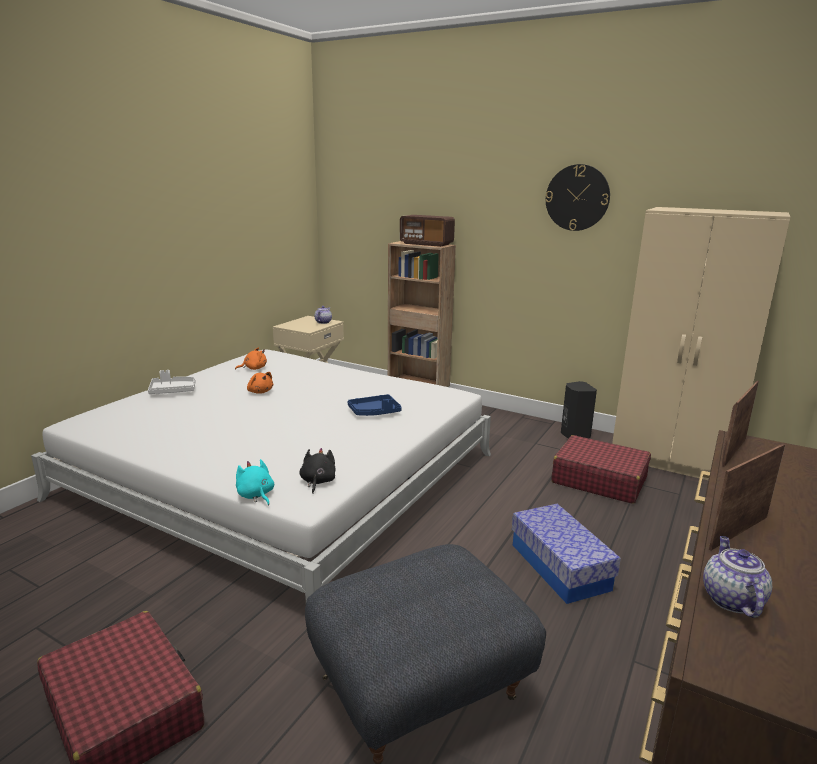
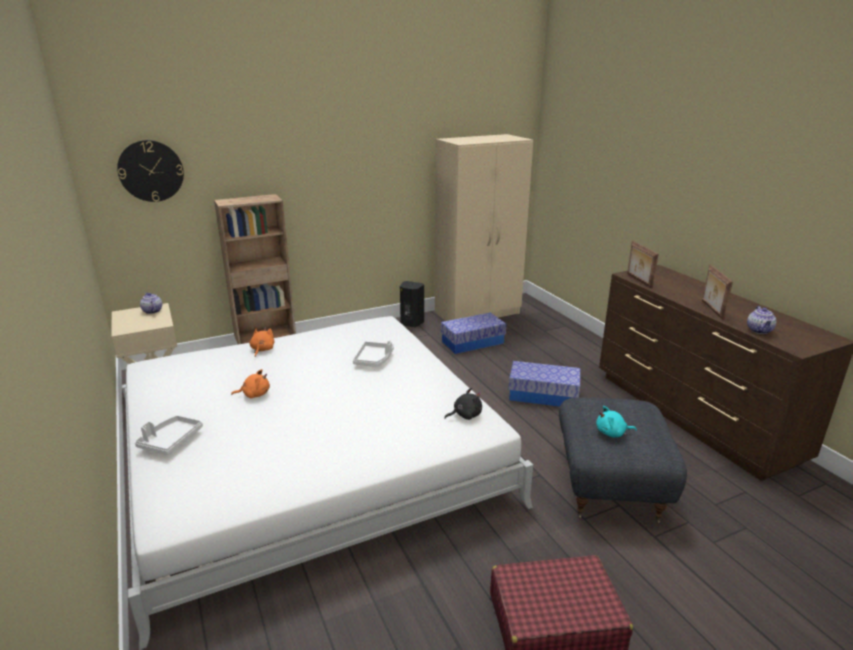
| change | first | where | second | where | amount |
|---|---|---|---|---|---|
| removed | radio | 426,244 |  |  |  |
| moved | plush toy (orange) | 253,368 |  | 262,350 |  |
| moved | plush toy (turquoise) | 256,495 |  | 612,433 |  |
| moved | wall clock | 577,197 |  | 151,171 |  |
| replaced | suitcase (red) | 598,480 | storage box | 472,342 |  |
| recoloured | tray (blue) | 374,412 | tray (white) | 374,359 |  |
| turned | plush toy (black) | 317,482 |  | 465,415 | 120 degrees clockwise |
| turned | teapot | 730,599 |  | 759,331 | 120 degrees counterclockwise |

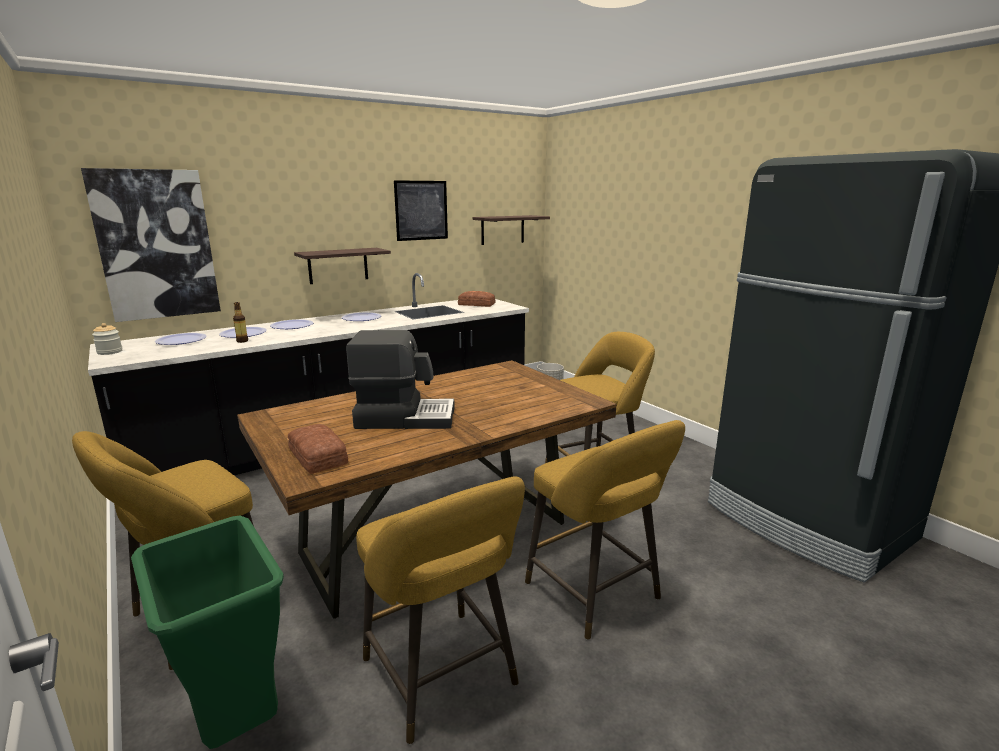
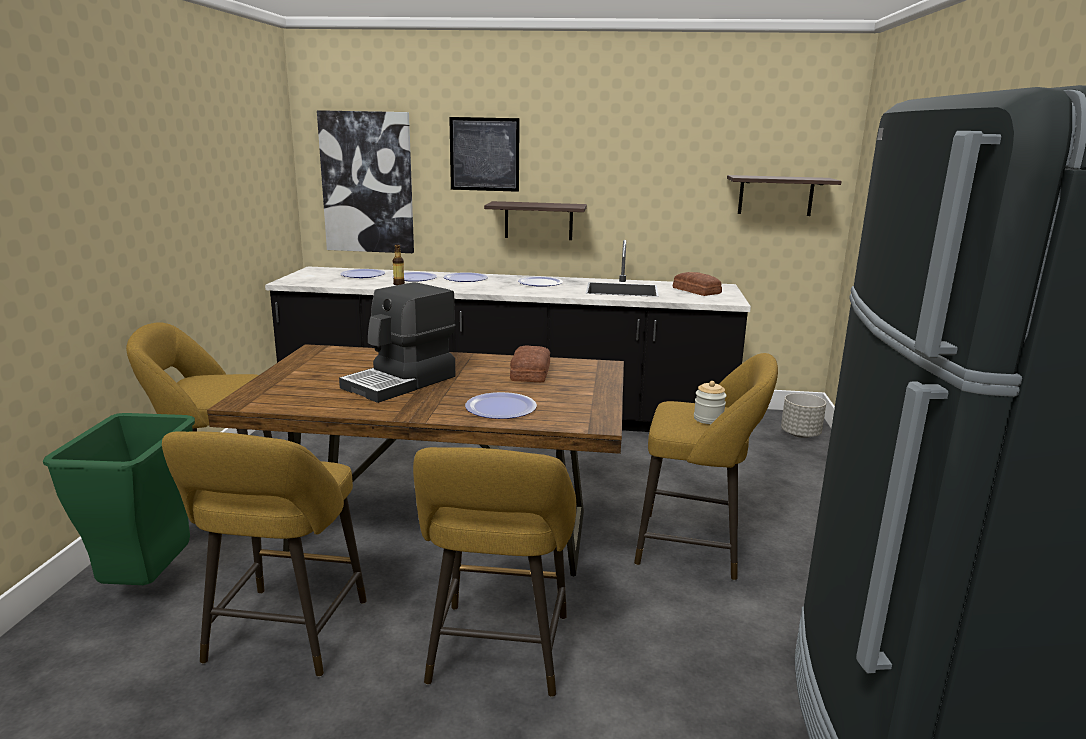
| change | first | where | second | where | amount |
|---|---|---|---|---|---|
| added |  |  | plate | 500,408 |  |
| moved | jar | 110,352 |  | 708,419 |  |
| moved | bread | 316,457 |  | 529,372 |  |
| moved | picture | 421,210 |  | 484,154 |  |
| turned | coffee machine | 405,417 |  | 401,382 | 90 degrees clockwise |

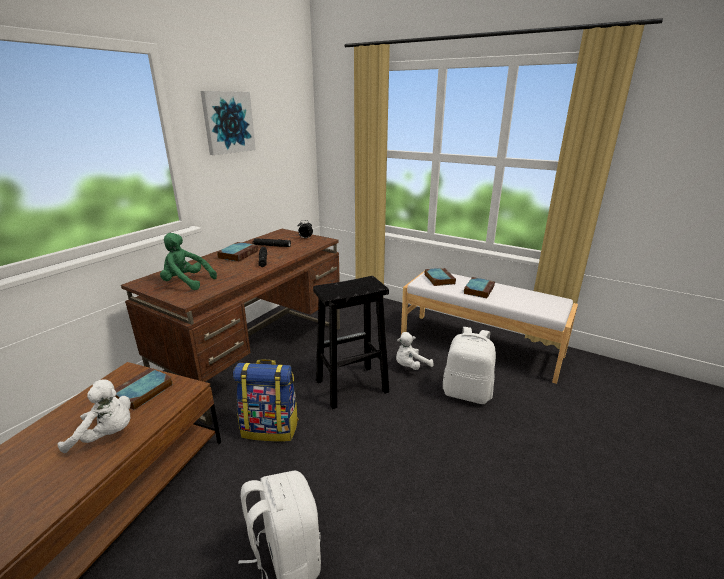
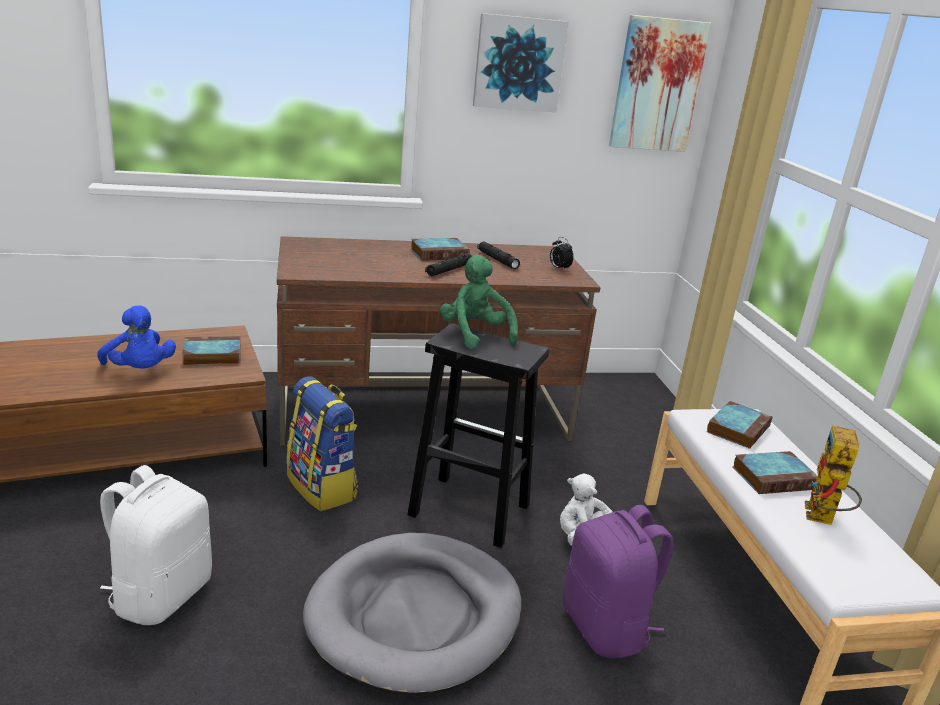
| change | first | where | second | where | amount |
|---|---|---|---|---|---|
| added |  |  | dog bed (grey) | 415,616 |  |
| added |  |  | picture | 657,85 |  |
| added |  |  | toy robot | 823,519 |  |
| moved | plush toy (green) | 186,283 |  | 475,334 |  |
| recoloured | plush toy (white) | 107,435 | plush toy (blue) | 139,370 |  |
| recoloured | backpack (white) | 467,393 | backpack (purple) | 606,628 |  |

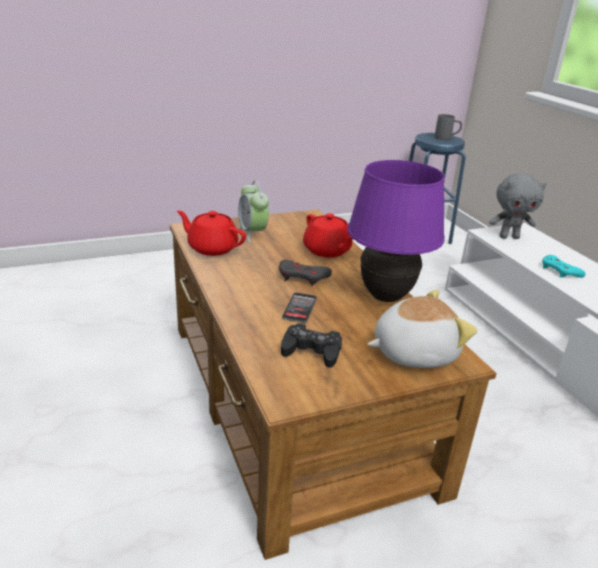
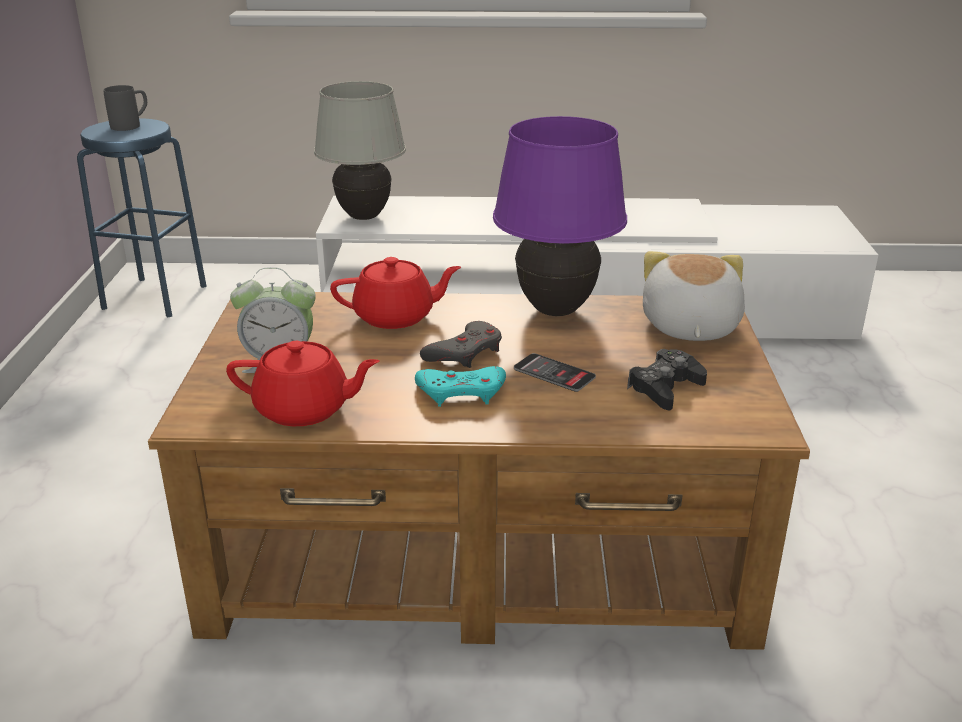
| change | first | where | second | where | amount |
|---|---|---|---|---|---|
| moved | game controller (turquoise) | 560,271 |  | 461,392 |  |
| replaced | plush toy (grey) | 509,237 | table lamp (white) | 363,217 |  |
| turned | teapot (red) | 212,248 |  | 304,410 | 135 degrees counterclockwise |

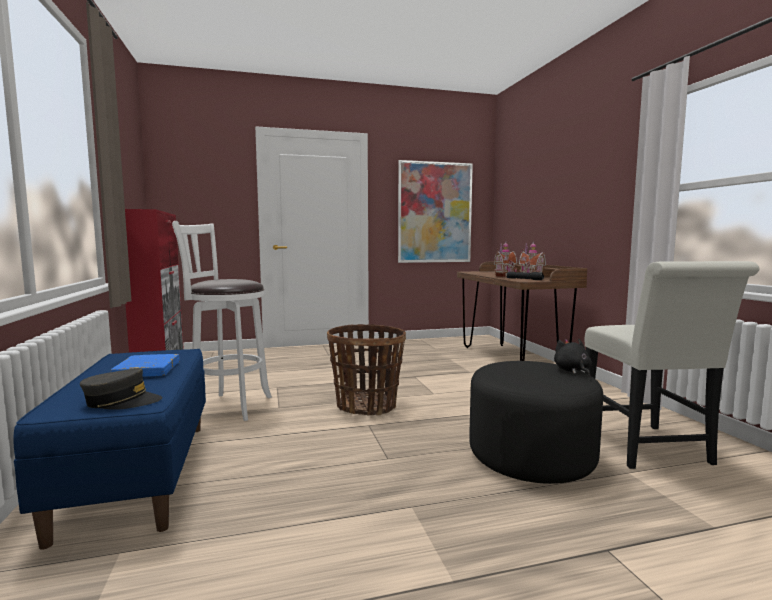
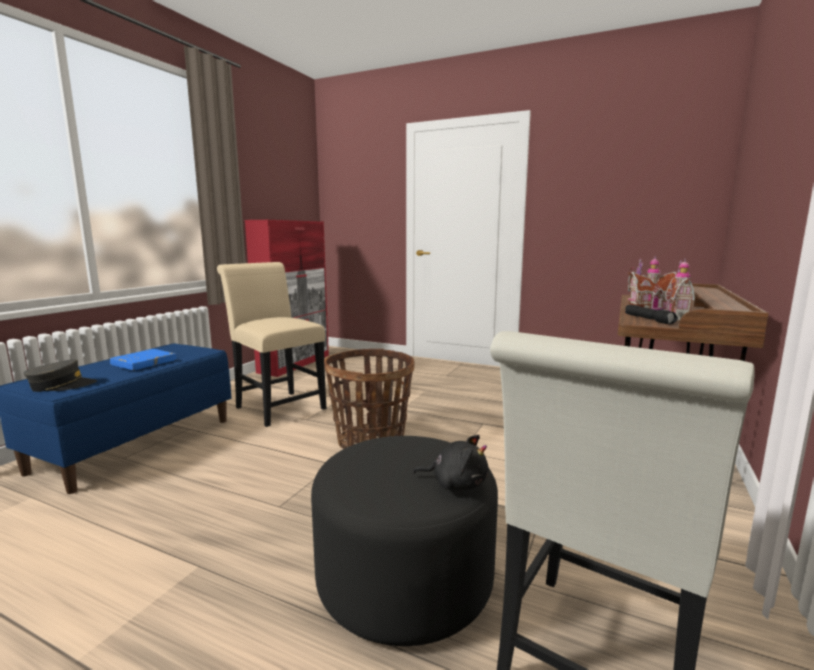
| change | first | where | second | where | amount |
|---|---|---|---|---|---|
| removed | picture | 435,212 |  |  |  |
| replaced | stool (white) | 227,406 | chair (beige) | 277,406 |  |
| turned | cap (grey) | 122,401 |  | 62,386 | 60 degrees counterclockwise |
| turned | plush toy (black) | 572,371 |  | 456,483 | 75 degrees clockwise |

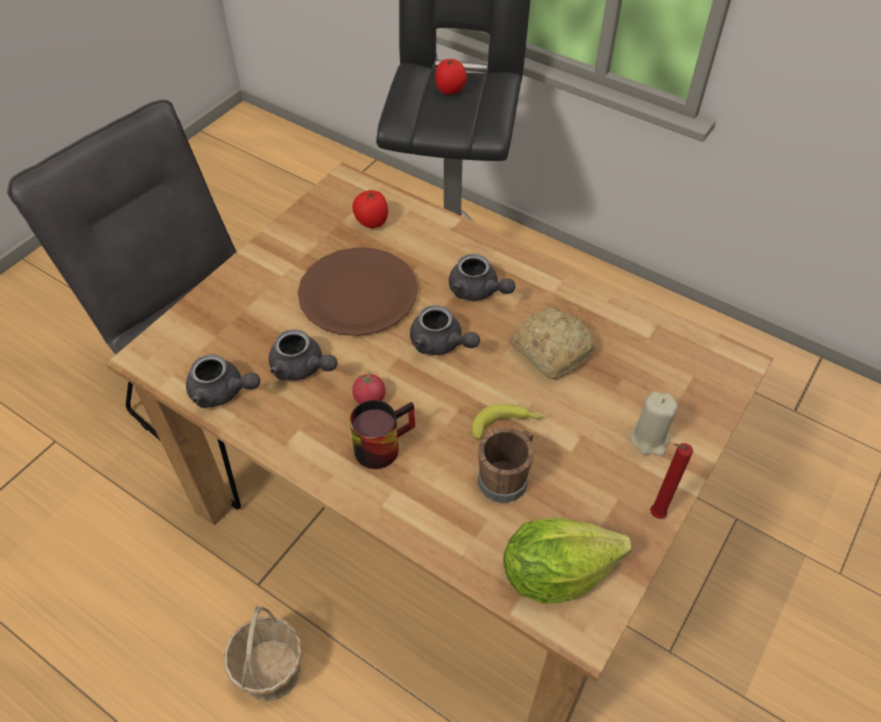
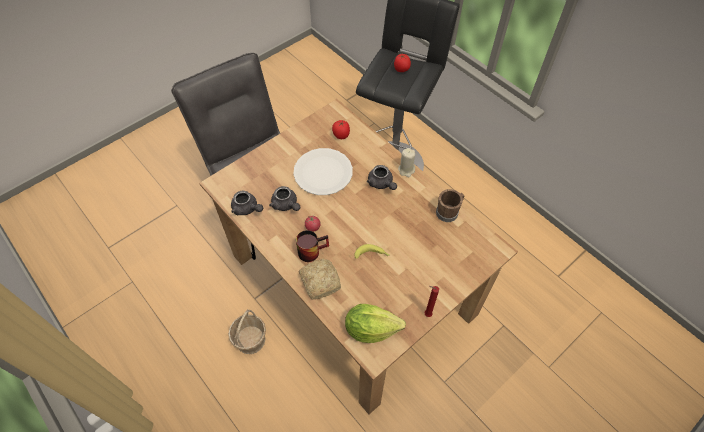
| change | first | where | second | where | amount |
|---|---|---|---|---|---|
| removed | teapot (grey) | 441,344 |  |  |  |
| moved | mug (brown) | 506,477 |  | 449,212 |  |
| moved | bread | 550,349 |  | 320,281 |  |
| moved | candle (beige) | 649,439 |  | 406,170 |  |
| recoloured | plate (brown) | 357,293 | plate (white) | 323,172 |  |

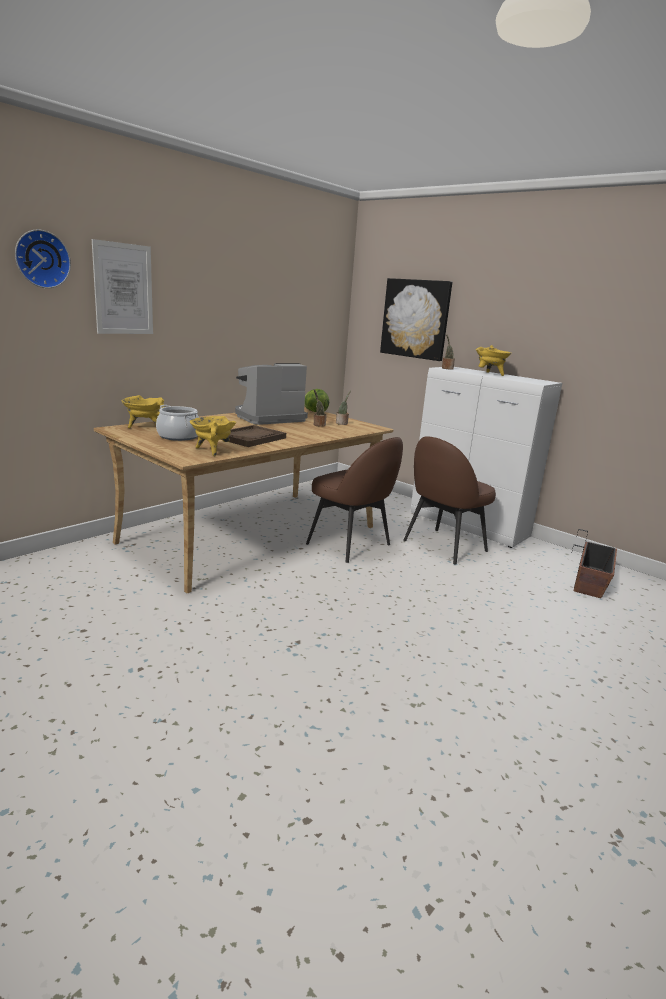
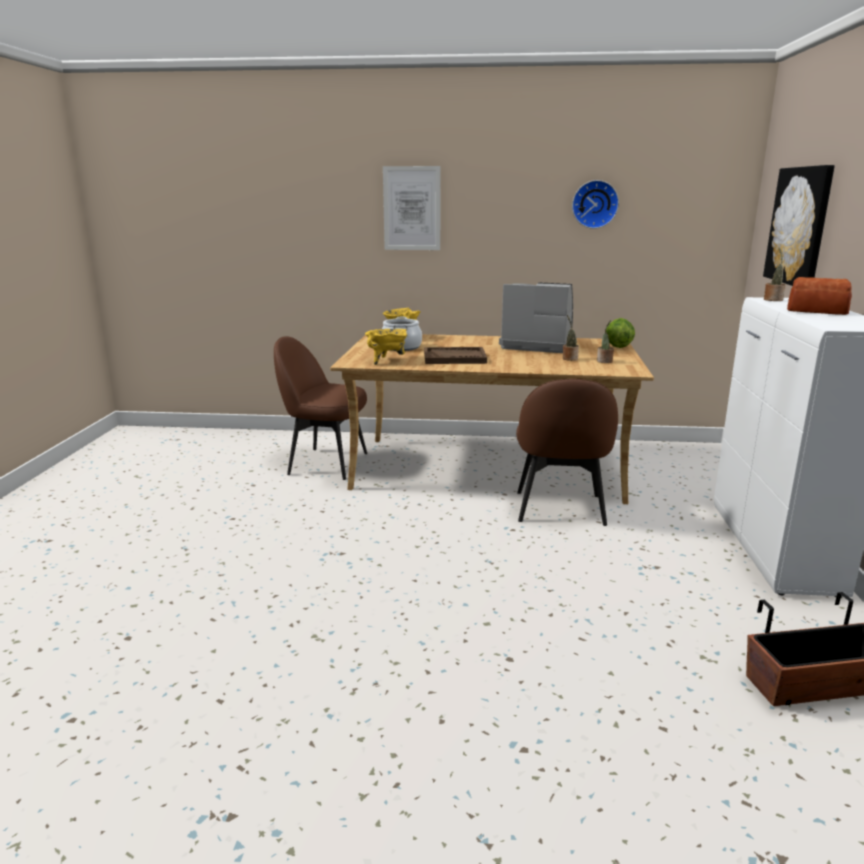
| change | first | where | second | where | amount |
|---|---|---|---|---|---|
| moved | wall clock | 41,259 |  | 594,204 |  |
| moved | chair (brown) | 443,546 |  | 326,463 |  |
| replaced | cooking pot (yellow) | 490,374 | bread | 815,310 |  |

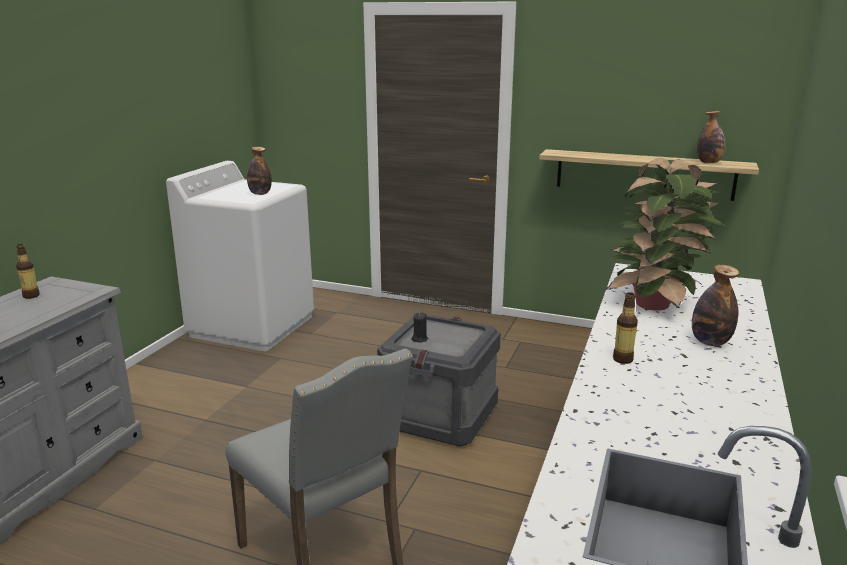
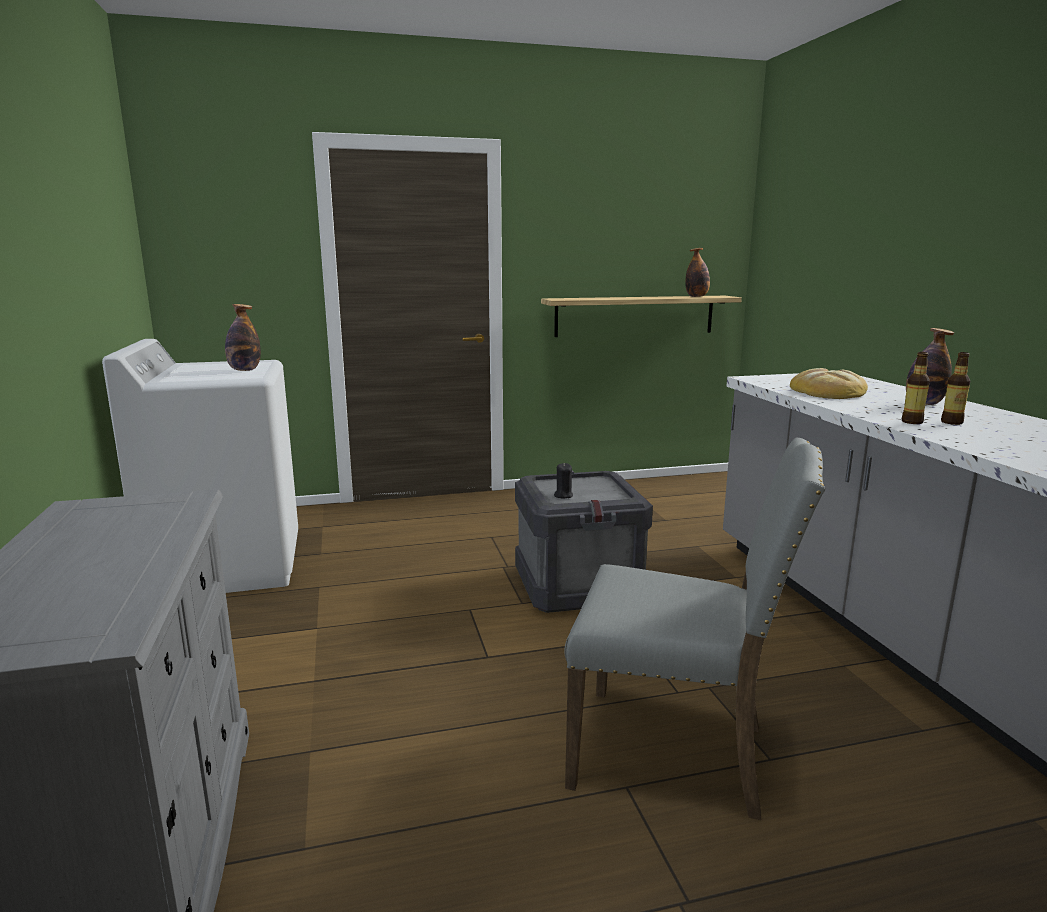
| change | first | where | second | where | amount |
|---|---|---|---|---|---|
| moved | bottle | 31,296 |  | 951,422 |  |
| replaced | potted plant | 656,304 | bread | 828,392 |  |

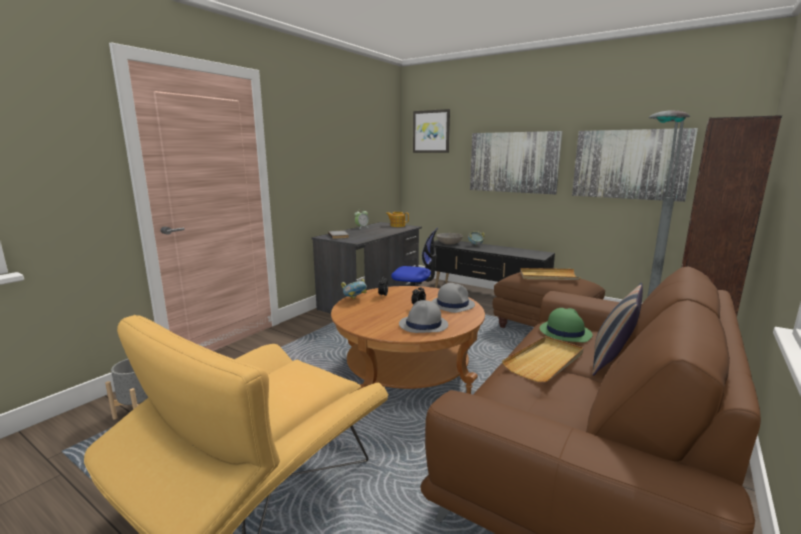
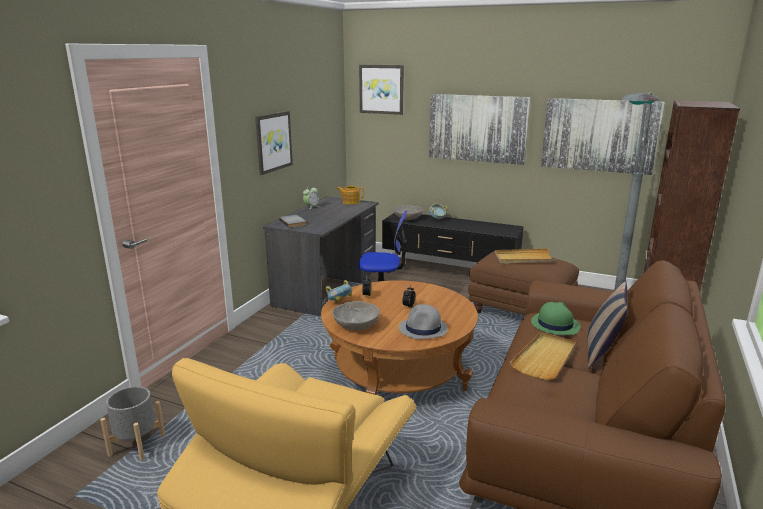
| change | first | where | second | where | amount |
|---|---|---|---|---|---|
| removed | hat (grey) | 452,304 |  |  |  |
| added |  |  | picture | 273,142 |  |
| added |  |  | bowl (grey) | 356,325 |  |

